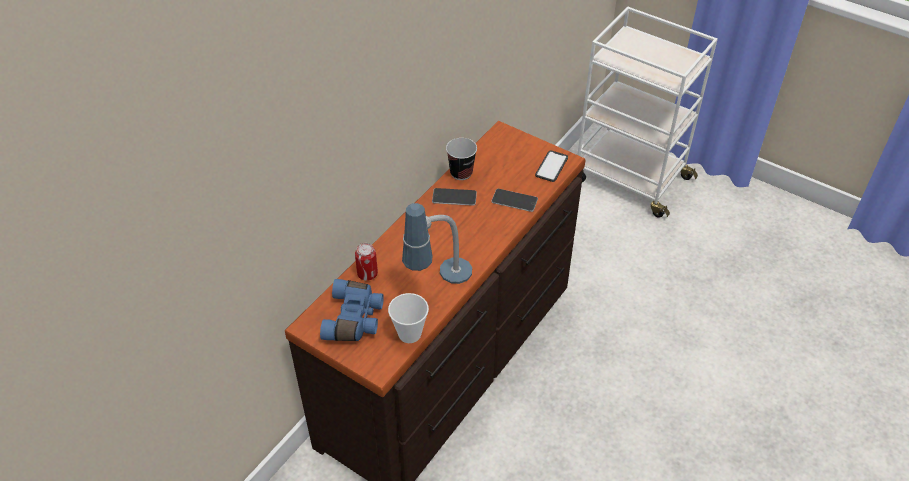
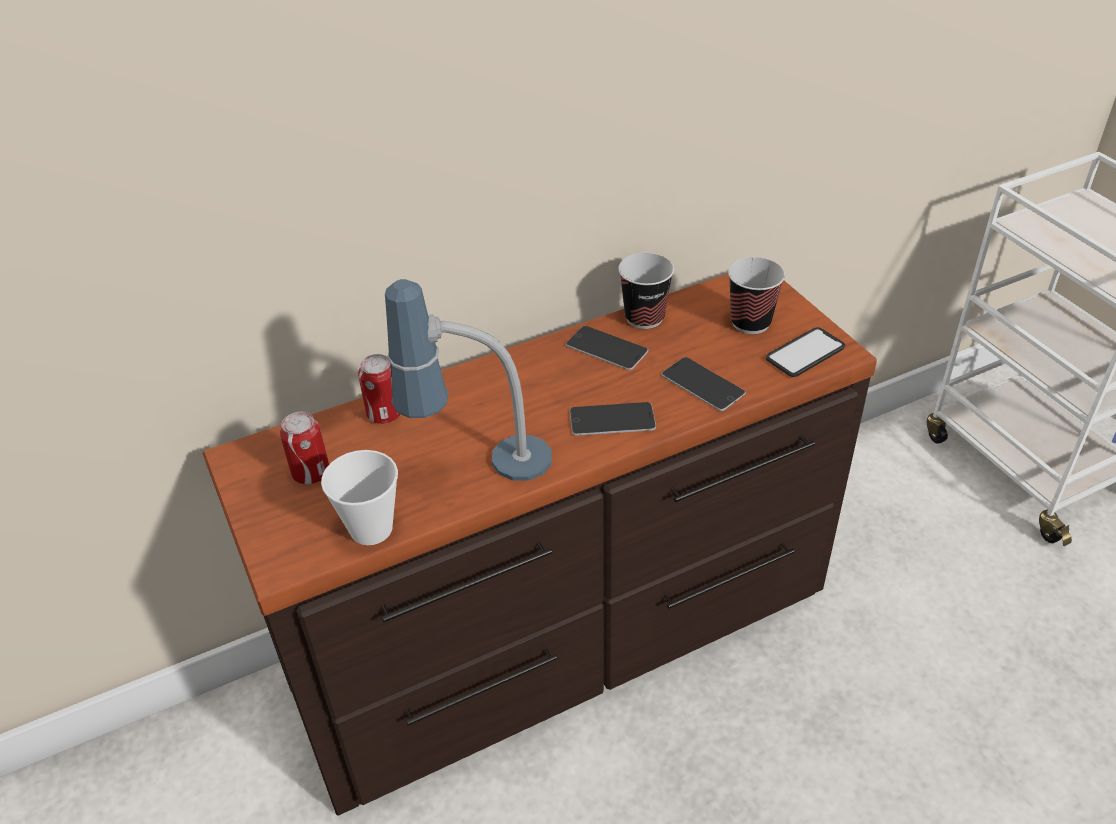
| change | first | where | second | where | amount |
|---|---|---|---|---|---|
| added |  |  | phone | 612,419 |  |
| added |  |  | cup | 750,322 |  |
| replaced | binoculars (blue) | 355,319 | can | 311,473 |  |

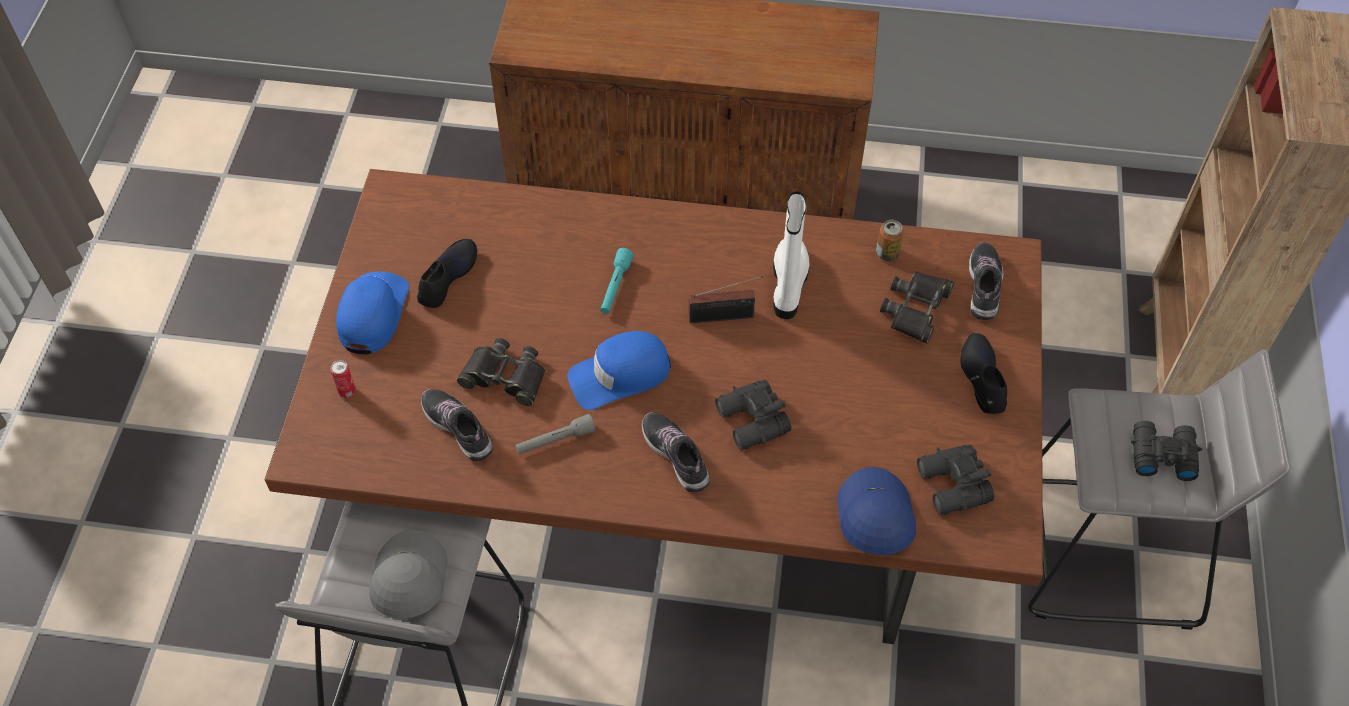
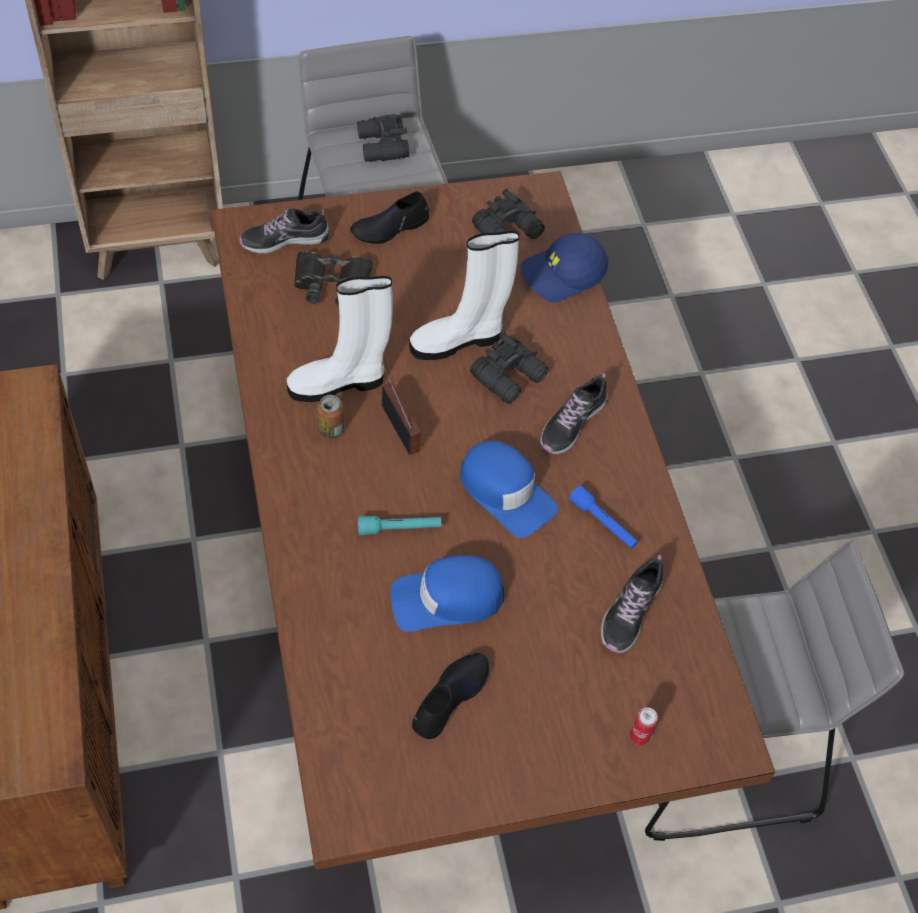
| change | first | where | second | where | amount |
|---|---|---|---|---|---|
| removed | cap (grey) | 408,579 |  |  |  |
| removed | binoculars (black) | 505,377 |  |  |  |
| added |  |  | boot (white) | 458,341 |  |
| moved | cap (blue) | 372,313 |  | 447,599 |  |
| moved | can | 887,253 |  | 331,429 |  |
| recoloured | flashlight (grey) | 555,440 | flashlight (blue) | 603,523 |  |
| turned | shoe (black) | 447,277 |  | 449,697 | 120 degrees clockwise |

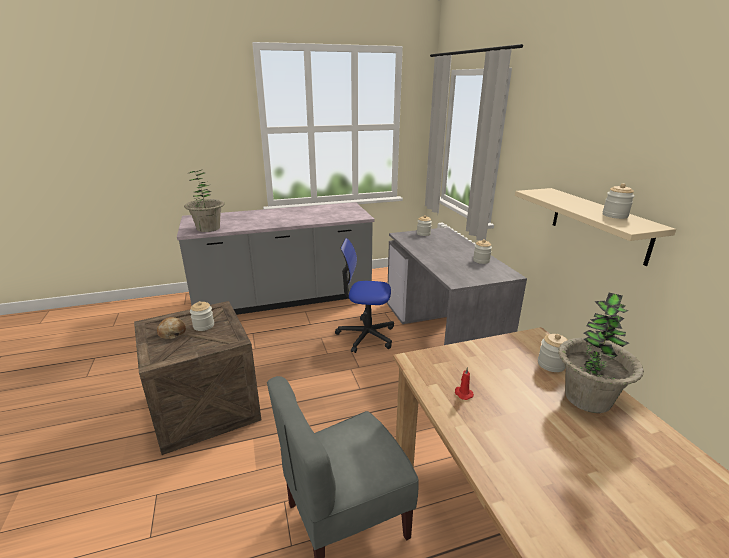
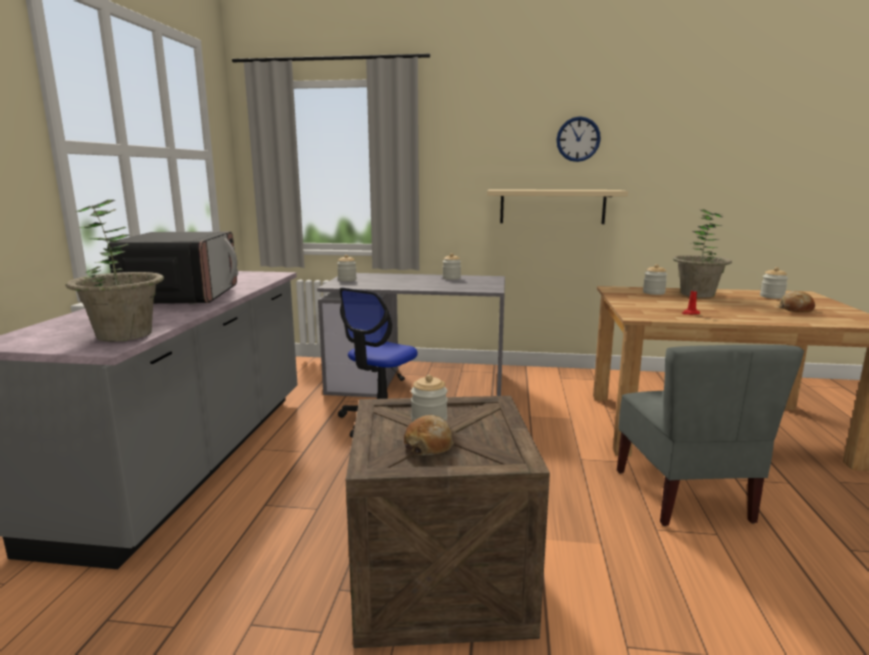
| change | first | where | second | where | amount |
|---|---|---|---|---|---|
| added |  |  | microwave | 183,296 |  |
| added |  |  | wall clock | 578,139 |  |
| added |  |  | bread | 795,309 |  |
| moved | jar | 615,215 |  | 772,296 |  |

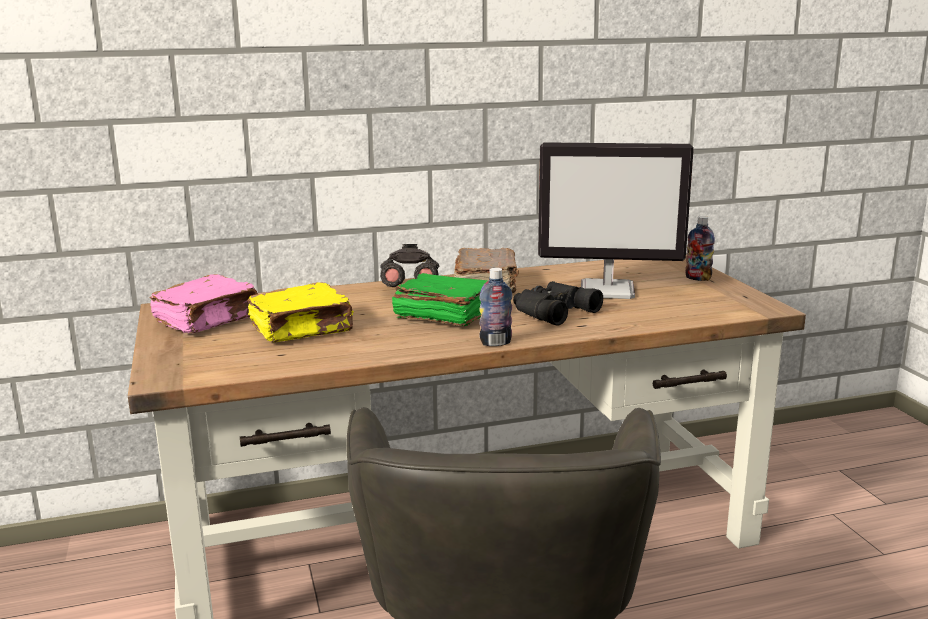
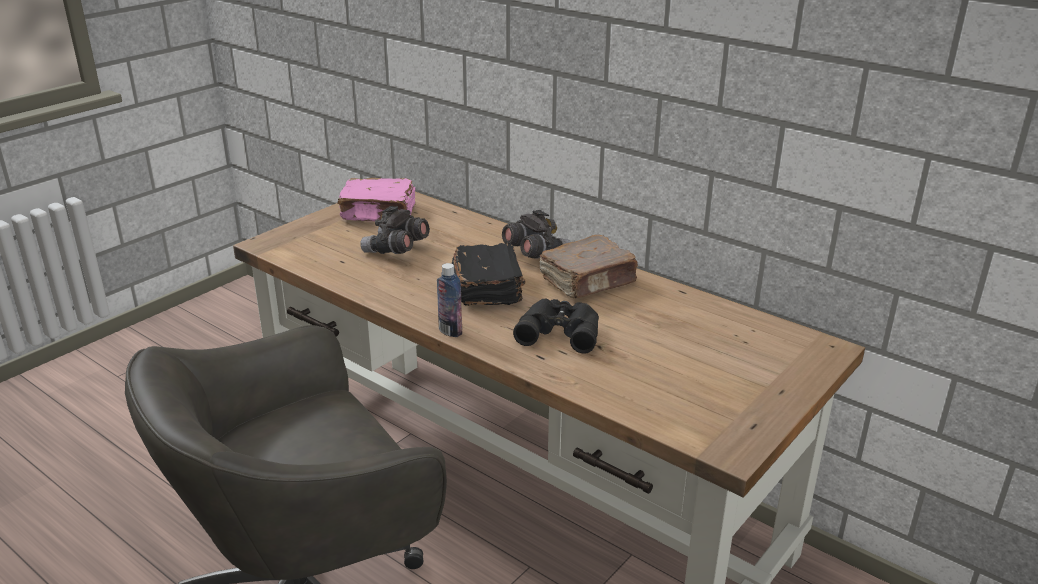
| change | first | where | second | where | amount |
|---|---|---|---|---|---|
| removed | monitor | 608,290 |  |  |  |
| removed | bottle | 698,278 |  |  |  |
| replaced | book (yellow) | 303,330 | binoculars (grey) | 396,250 |  |
| recoloured | book (green) | 443,316 | book (black) | 488,289 |  |

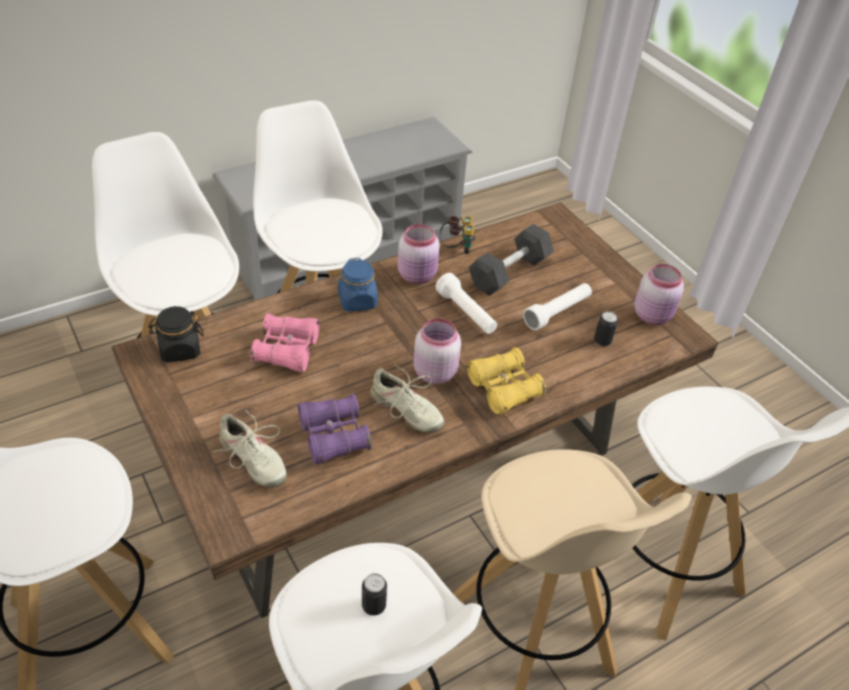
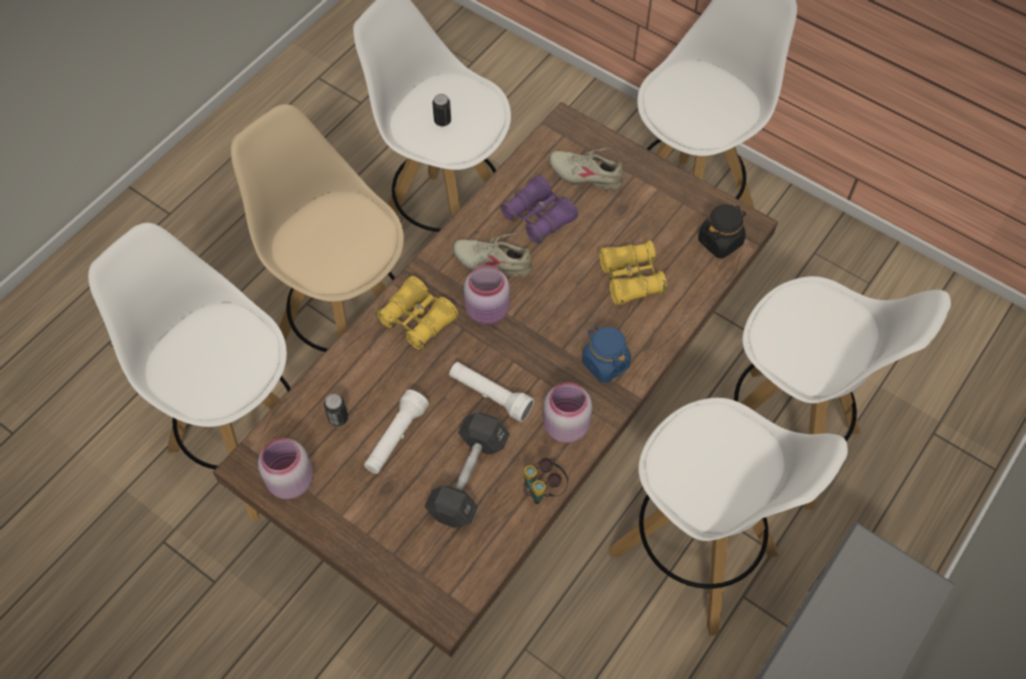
| change | first | where | second | where | amount |
|---|---|---|---|---|---|
| recoloured | binoculars (pink) | 287,350 | binoculars (yellow) | 631,278 |  |

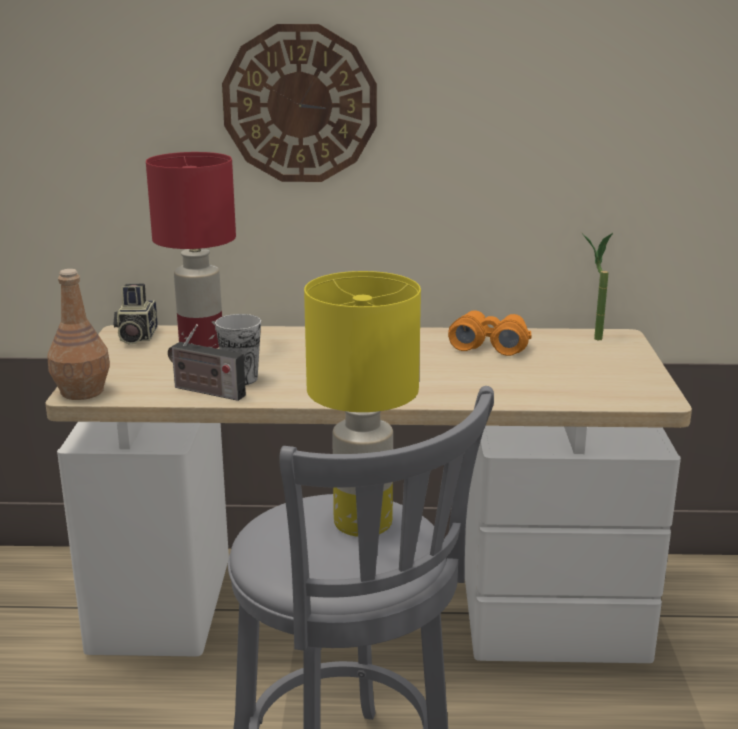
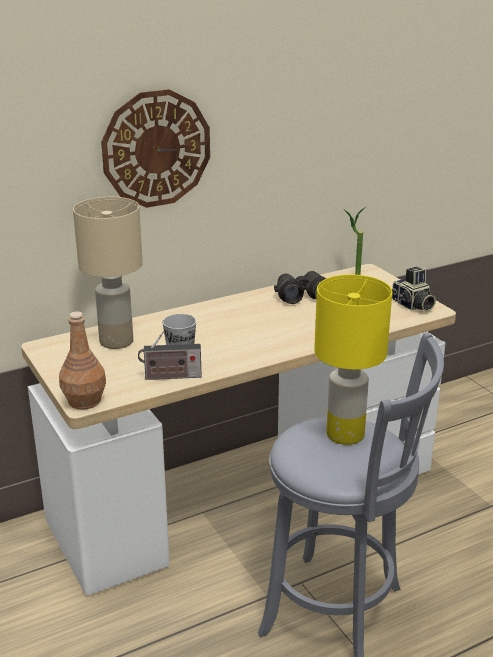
| change | first | where | second | where | amount |
|---|---|---|---|---|---|
| moved | photo camera | 135,337 |  | 412,305 |  |
| recoloured | table lamp (red) | 202,344 | table lamp (beige) | 116,341 |  |
| recoloured | binoculars (orange) | 489,345 | binoculars (black) | 302,295 |  |

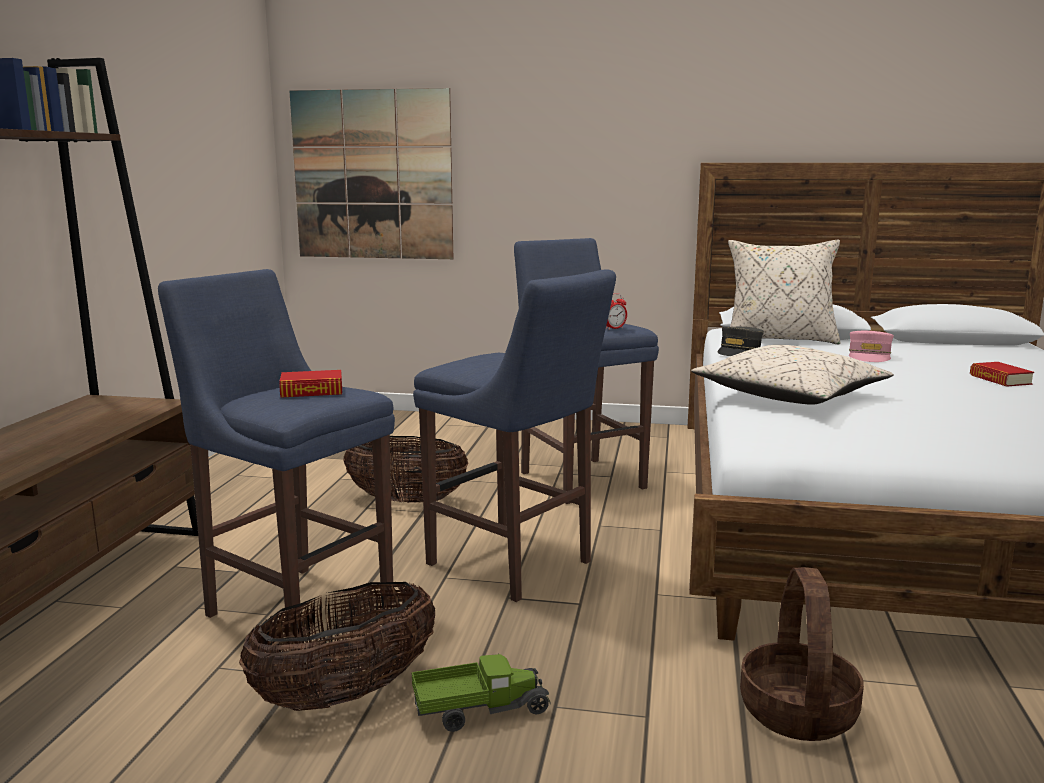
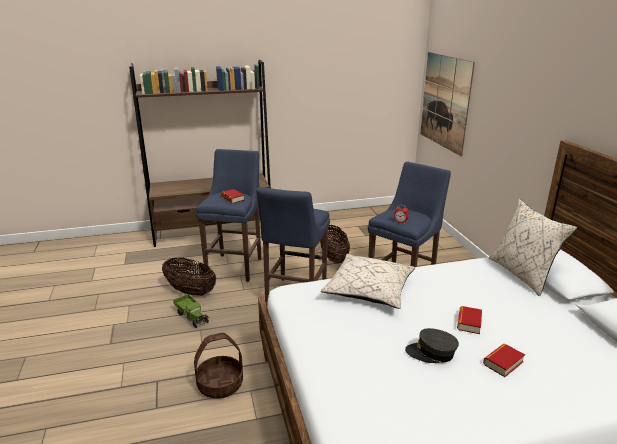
| change | first | where | second | where | amount |
|---|---|---|---|---|---|
| removed | cap (pink) | 869,356 |  |  |  |
| added |  |  | book | 469,323 |  |
| moved | cap (grey) | 739,351 |  | 431,353 |  |

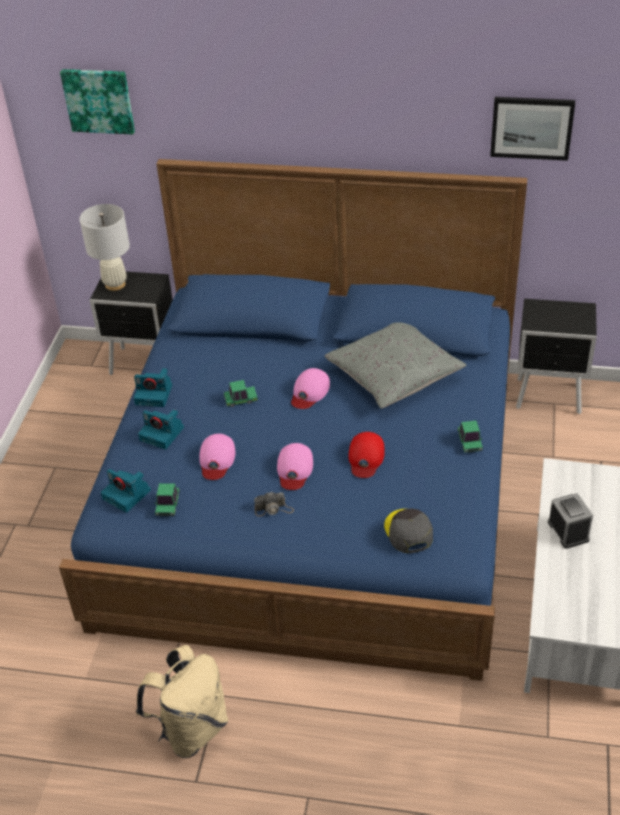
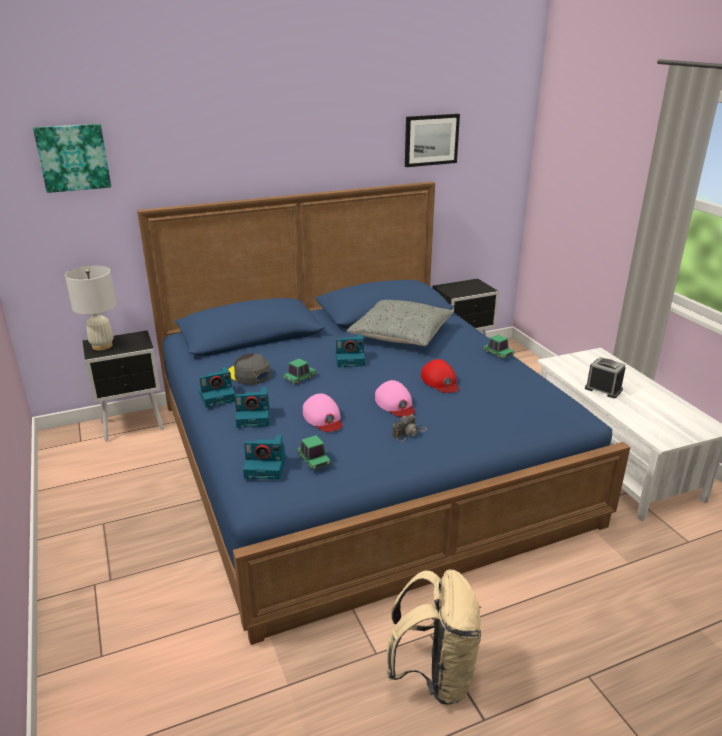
| change | first | where | second | where | amount |
|---|---|---|---|---|---|
| moved | cap (grey) | 408,532 |  | 248,374 |  |
| replaced | cap (pink) | 309,392 | photo camera | 350,359 |  |

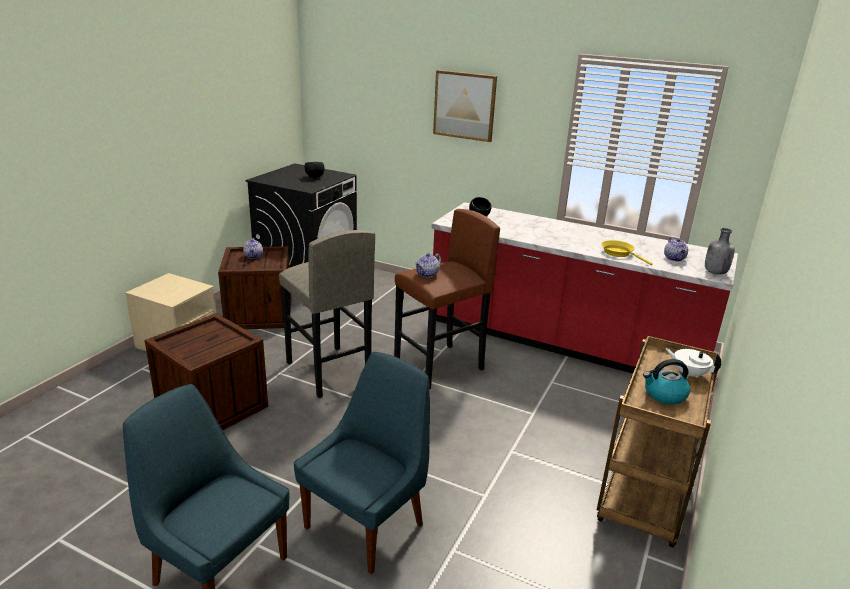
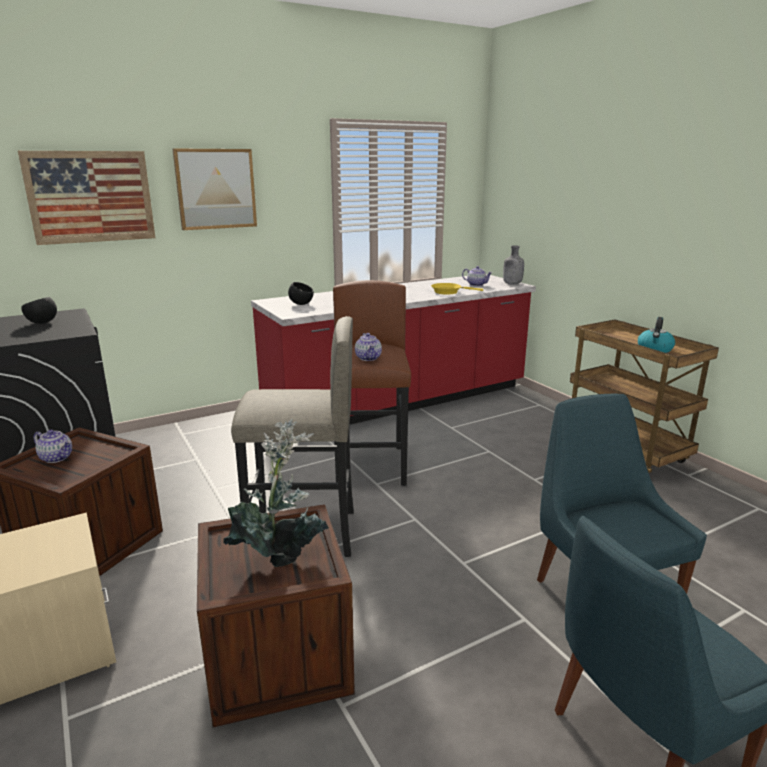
| change | first | where | second | where | amount |
|---|---|---|---|---|---|
| removed | teapot (white) | 689,374 |  |  |  |
| added |  |  | picture | 90,197 |  |
| added |  |  | potted plant | 280,555 |  |

